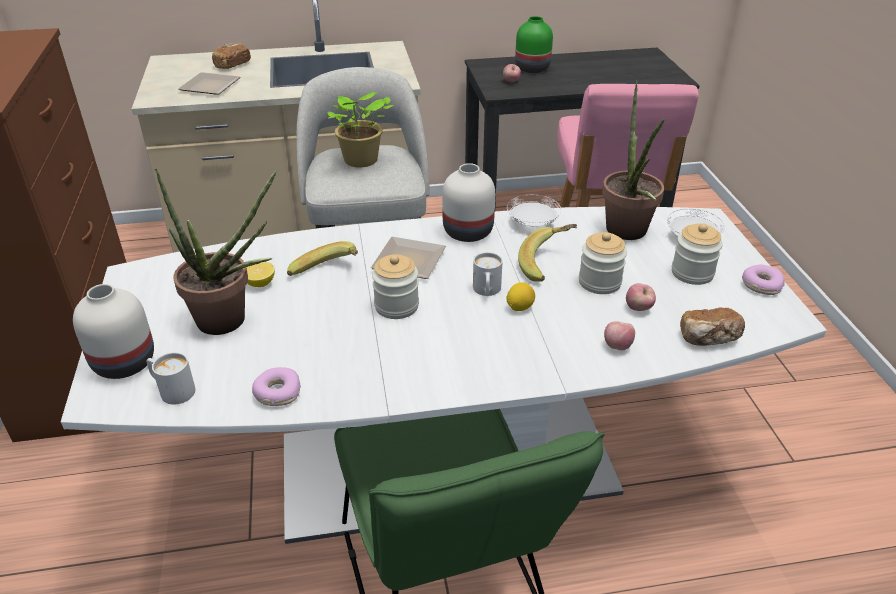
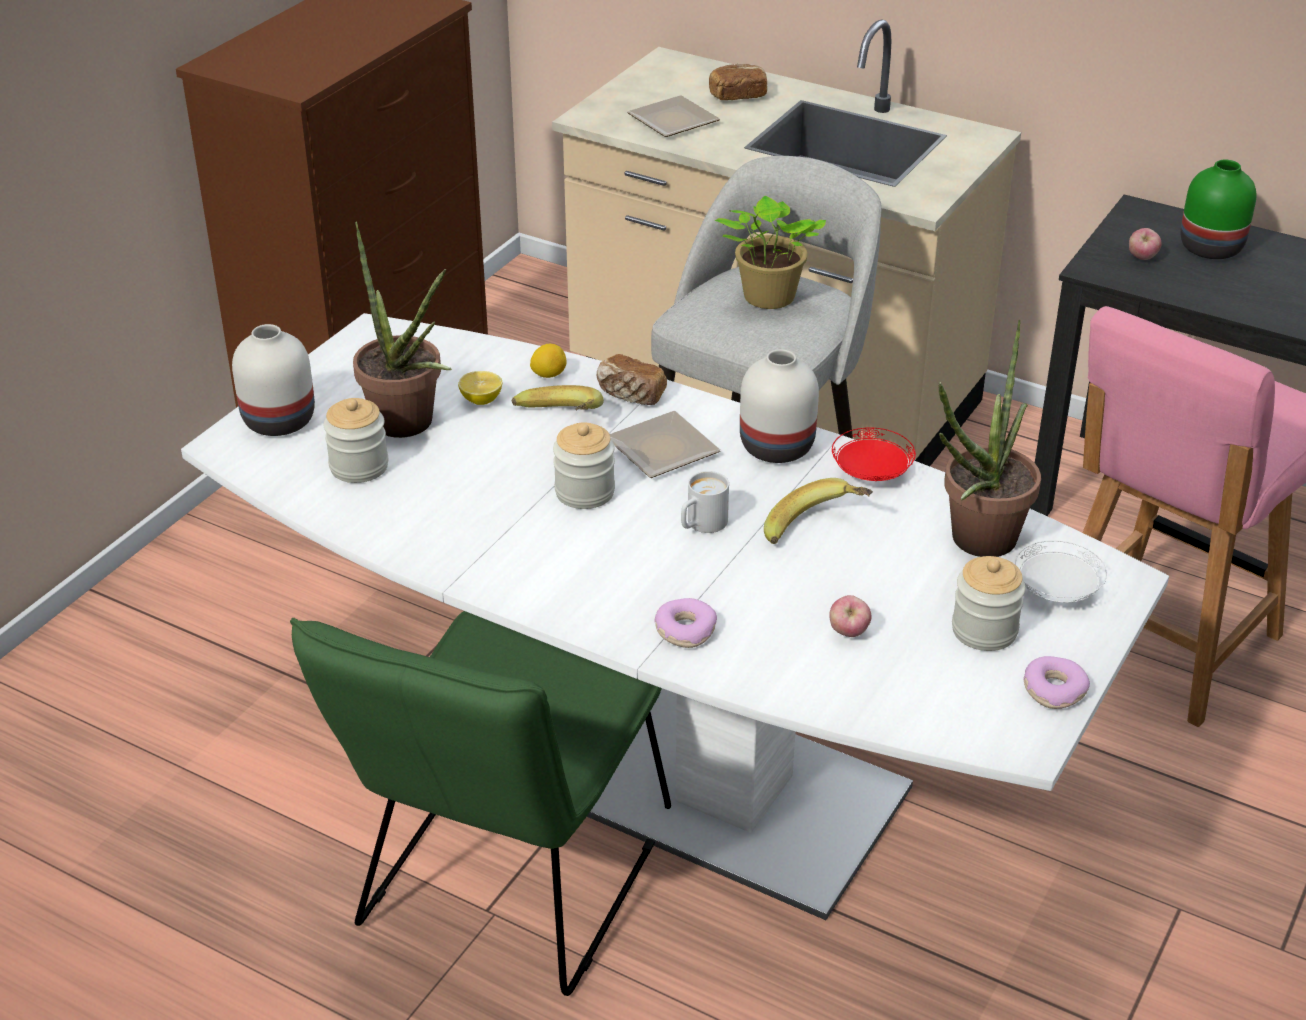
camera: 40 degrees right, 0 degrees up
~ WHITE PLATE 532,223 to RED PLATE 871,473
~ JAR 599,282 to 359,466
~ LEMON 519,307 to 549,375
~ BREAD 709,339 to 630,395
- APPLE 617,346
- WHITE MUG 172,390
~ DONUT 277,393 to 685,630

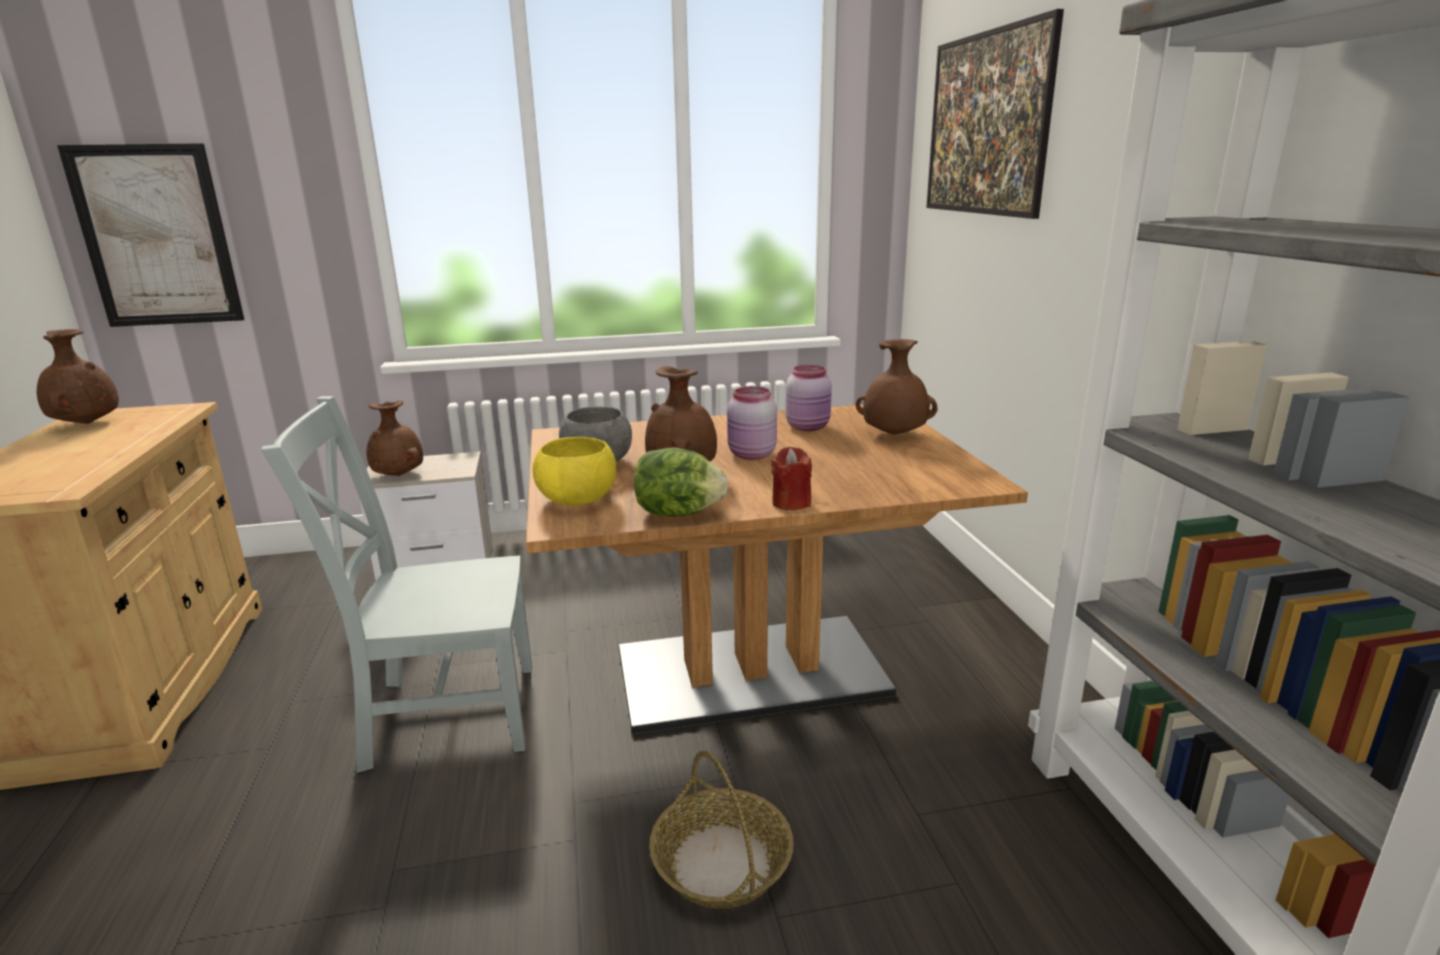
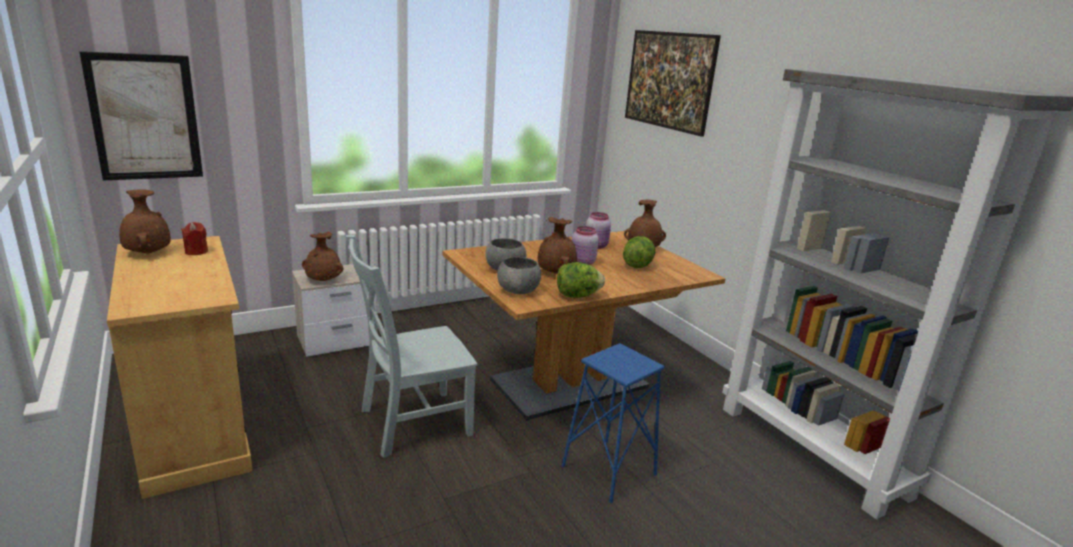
camera: 20 degrees left, 0 degrees up
~ YELLOW BOWL 576,499 to GREY BOWL 517,291
~ RED CANDLE 791,502 to 196,252
~ BASKET 722,863 to BLUE STOOL 609,470
+ LETTUCE 637,265

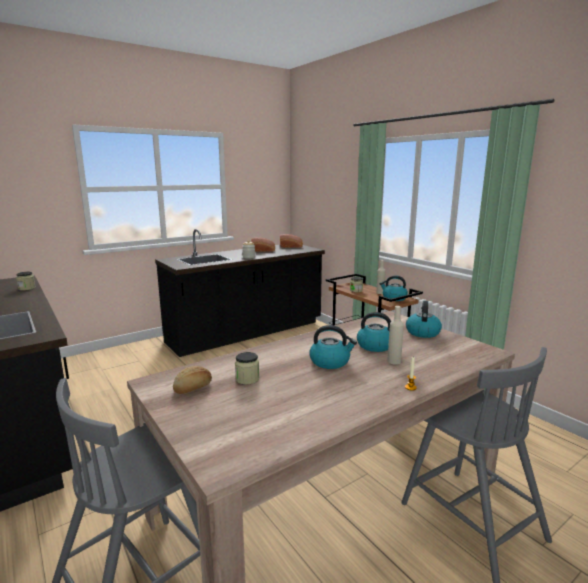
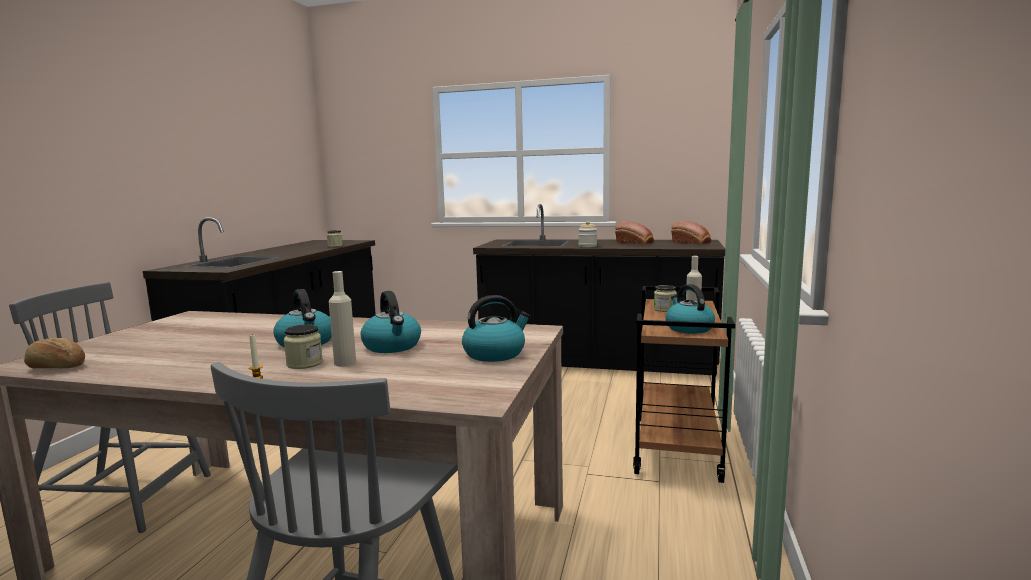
camera: 50 degrees right, 5 degrees down
~ JAR 247,379 to 304,363
~ BREAD 193,388 to 56,368

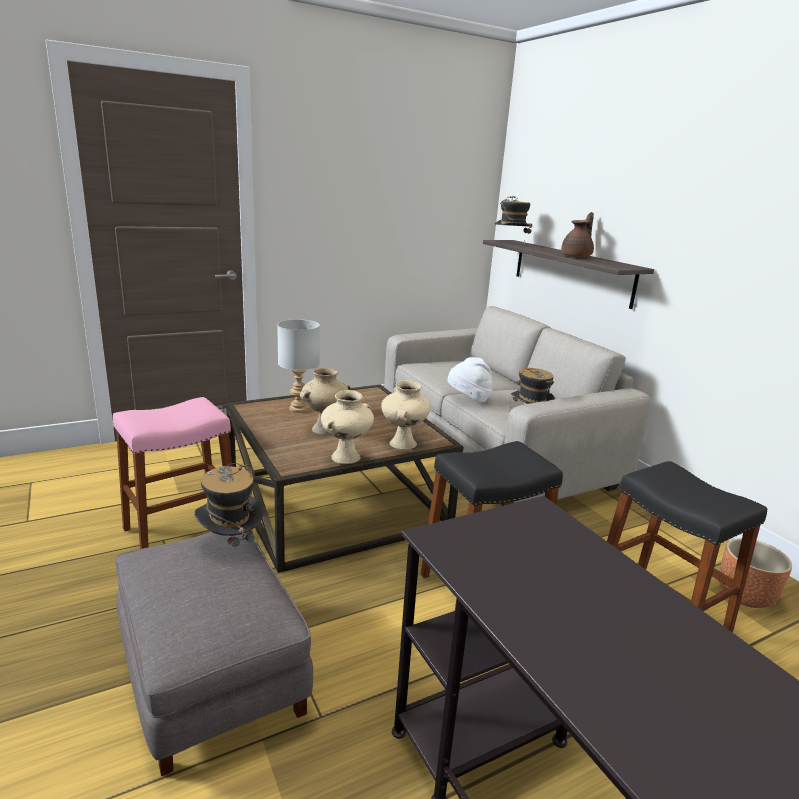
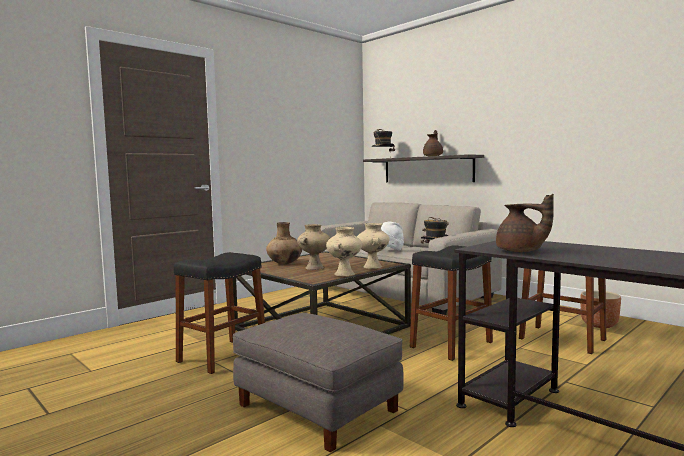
camera: 15 degrees left, 15 degrees down
~ GREY TABLE LAMP 299,408 to BROWN VASE 285,263
~ PINK STOOL 181,530 to BLACK STOOL 222,356
- HAT 231,545
+ BROWN TEAPOT 520,251

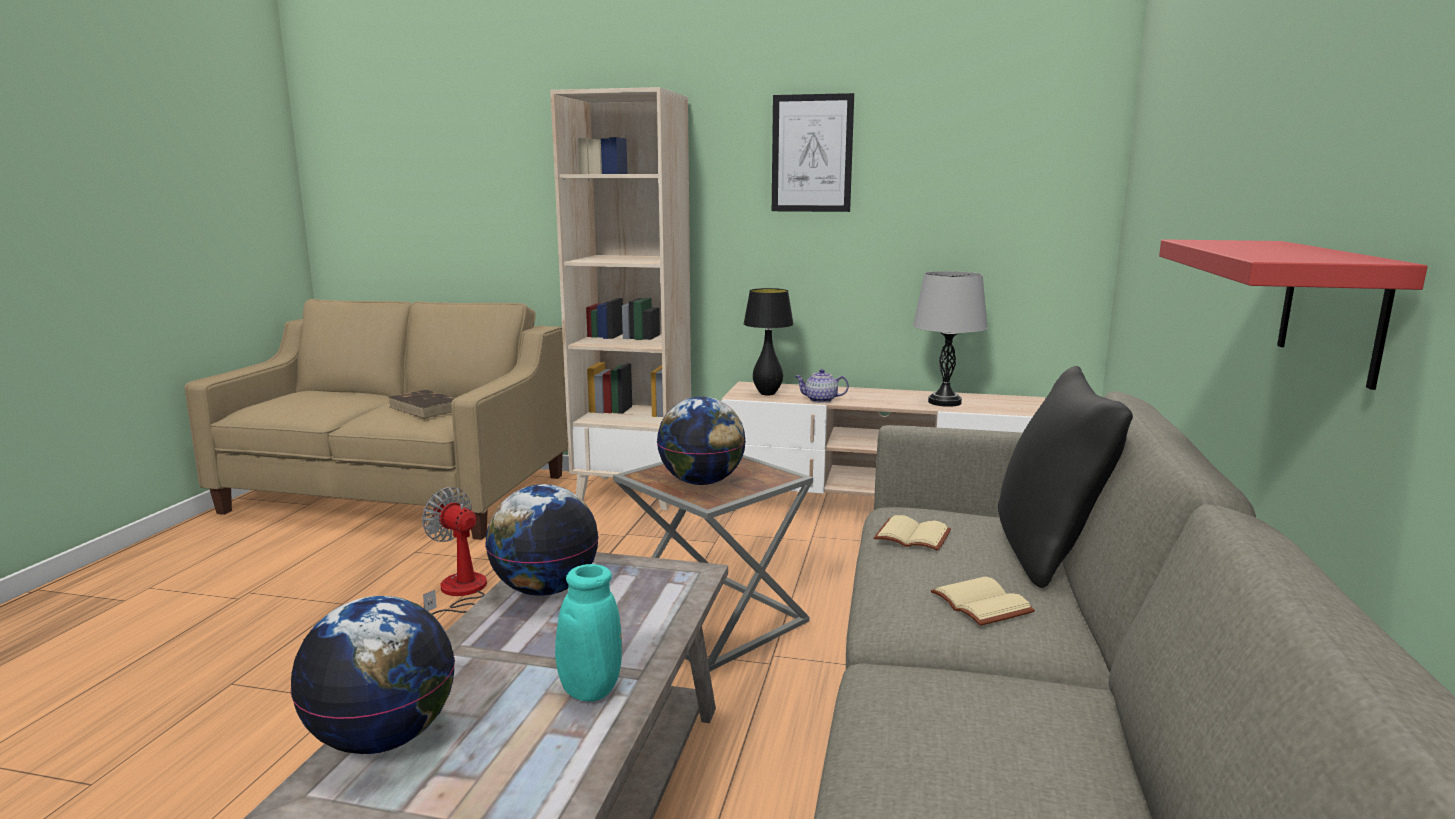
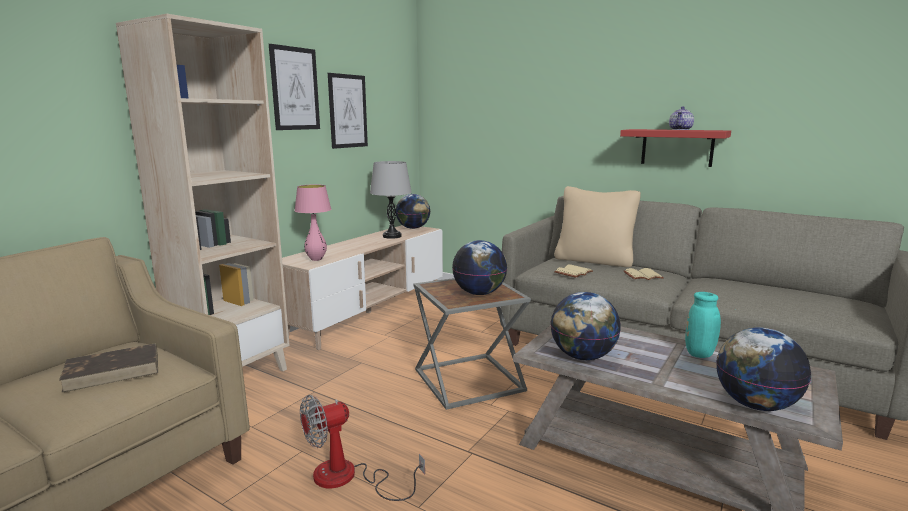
camera: 70 degrees left, 0 degrees up
~ BLACK TABLE LAMP 767,394 to PINK TABLE LAMP 316,259
~ BLACK PILLOW 1047,551 to BEIGE PILLOW 594,260
~ TEAPOT 821,400 to 680,129
+ PICTURE 348,111
+ GLOBE 413,228

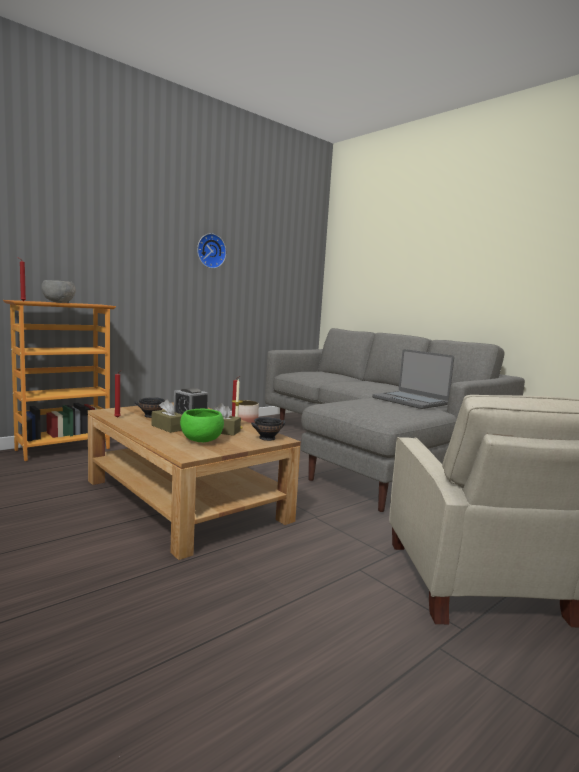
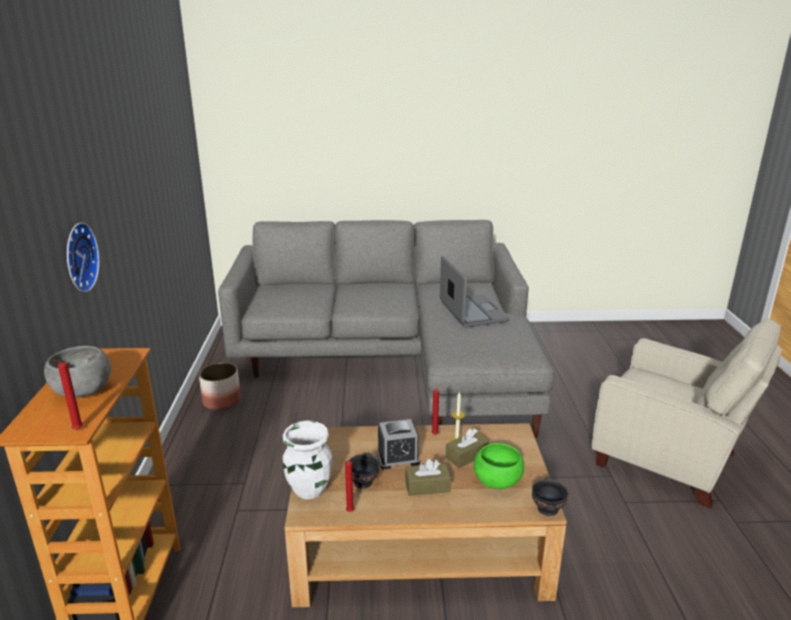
camera: 50 degrees left, 15 degrees up
~ WALL CLOCK 210,251 to 77,257
~ LAPTOP 410,401 = 472,312 105 degrees counterclockwise
~ BLACK BOWL 268,438 to 548,509
+ WHITE VASE 308,490

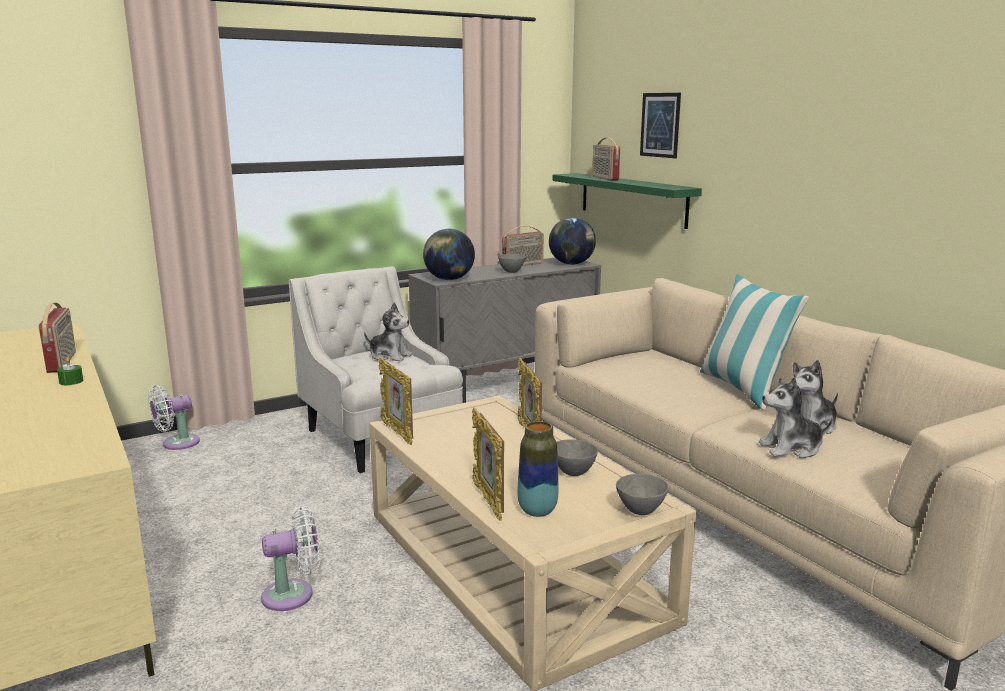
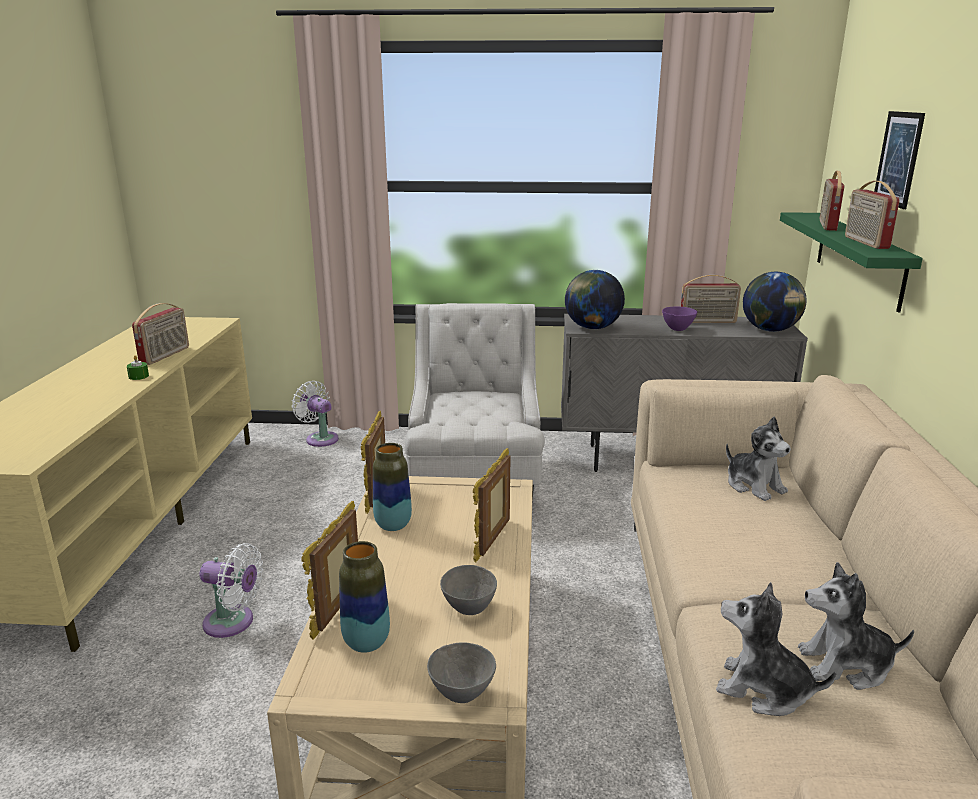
camera: 35 degrees right, 5 degrees up
~ GREY BOWL 511,272 to PURPLE BOWL 678,329
- PILLOW 743,389
~ PLUSH TOY 389,356 to 754,486
~ WHITE FAN 177,443 = 320,438 45 degrees clockwise
+ RADIO 865,242
+ VASE 393,525

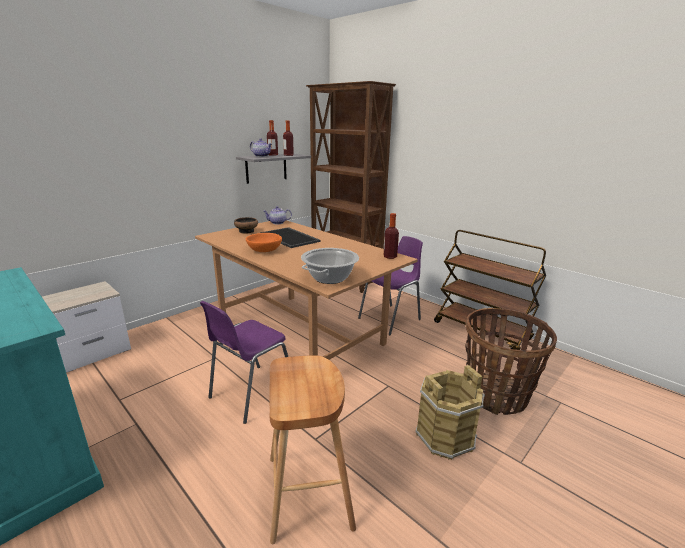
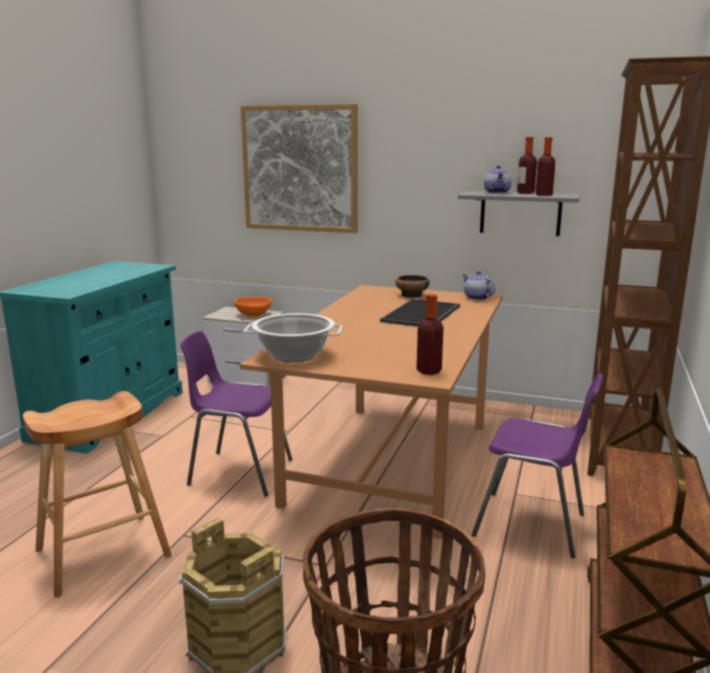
camera: 65 degrees right, 5 degrees down
~ ORANGE BOWL 265,250 to 253,315
+ PICTURE 300,169

